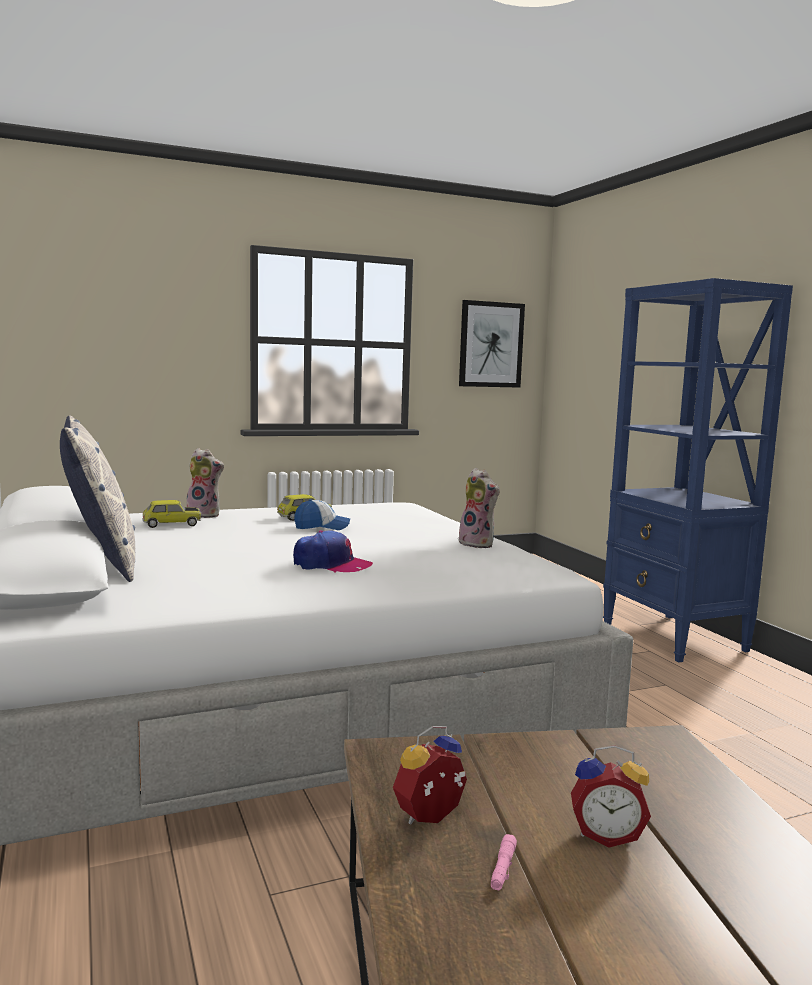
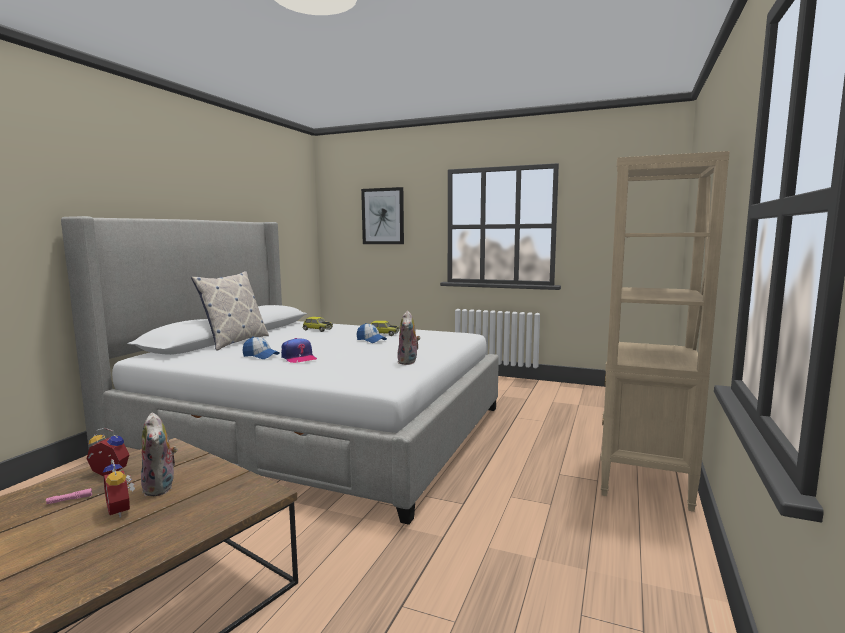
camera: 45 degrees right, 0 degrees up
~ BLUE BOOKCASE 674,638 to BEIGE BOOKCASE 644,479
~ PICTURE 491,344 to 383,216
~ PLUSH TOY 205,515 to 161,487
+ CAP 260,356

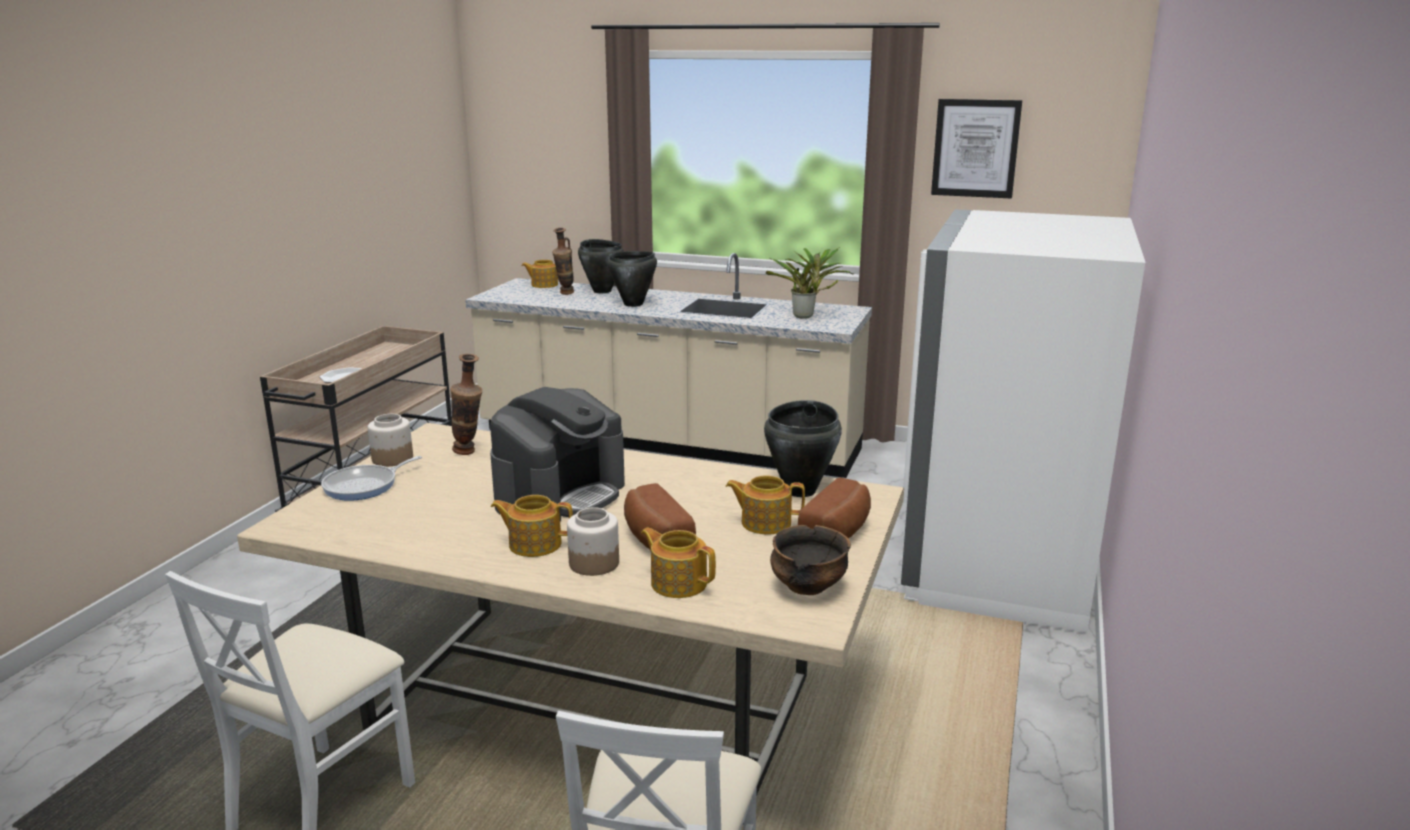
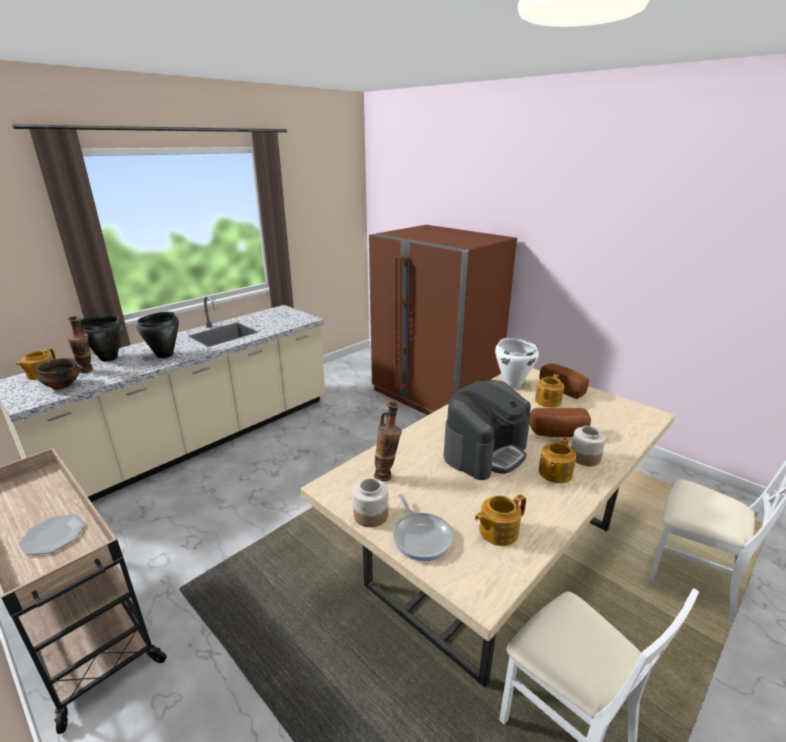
camera: 65 degrees left, 5 degrees up
- PICTURE 975,148
~ WHITE FRIDGE 997,563 to BROWN FRIDGE 434,395
- POTTED PLANT 806,317
~ COFFEE MACHINE 560,495 = 485,451 75 degrees clockwise
~ BLACK COOKING POT 801,490 to WHITE COOKING POT 512,384
~ BOWL 807,587 to 62,386
~ TEAPOT 678,583 to 497,531

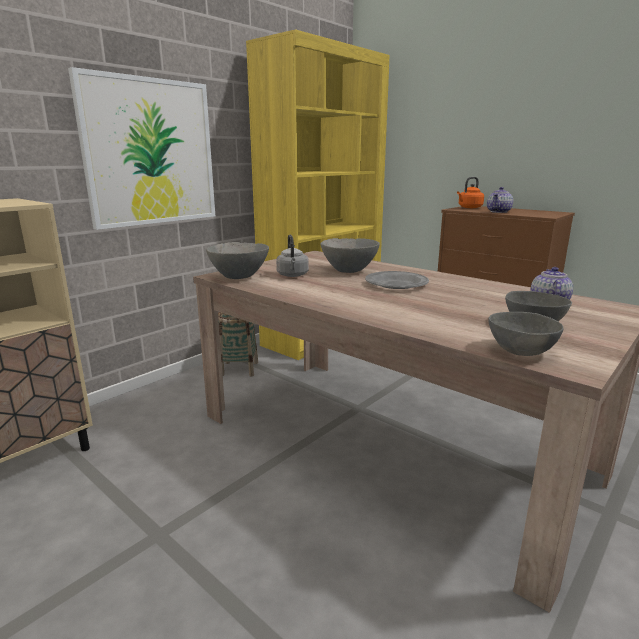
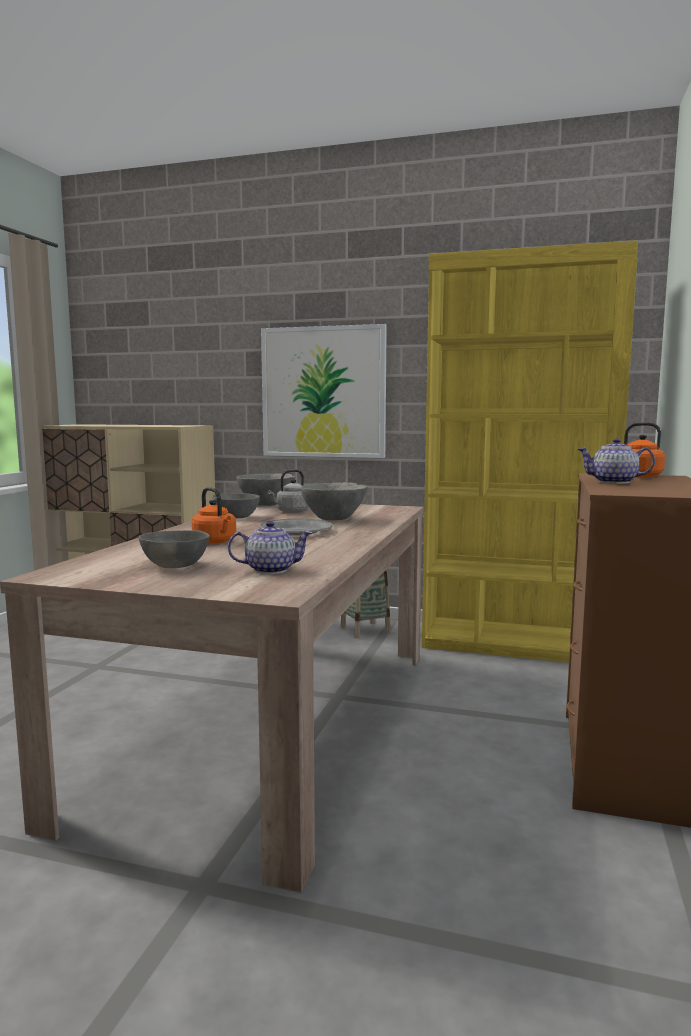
camera: 65 degrees right, 10 degrees down
~ GREY BOWL 519,351 to 236,517
+ ORANGE KETTLE 215,542

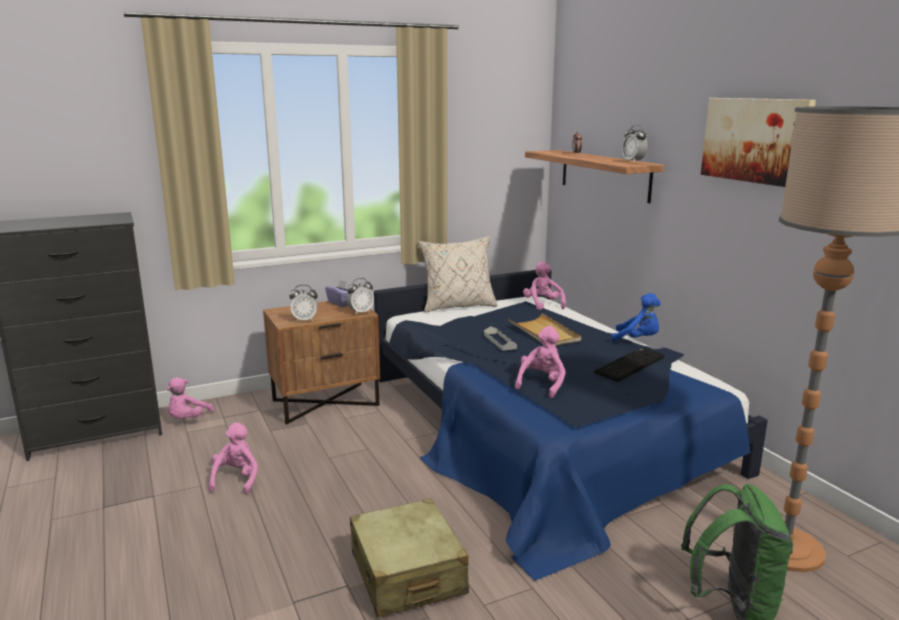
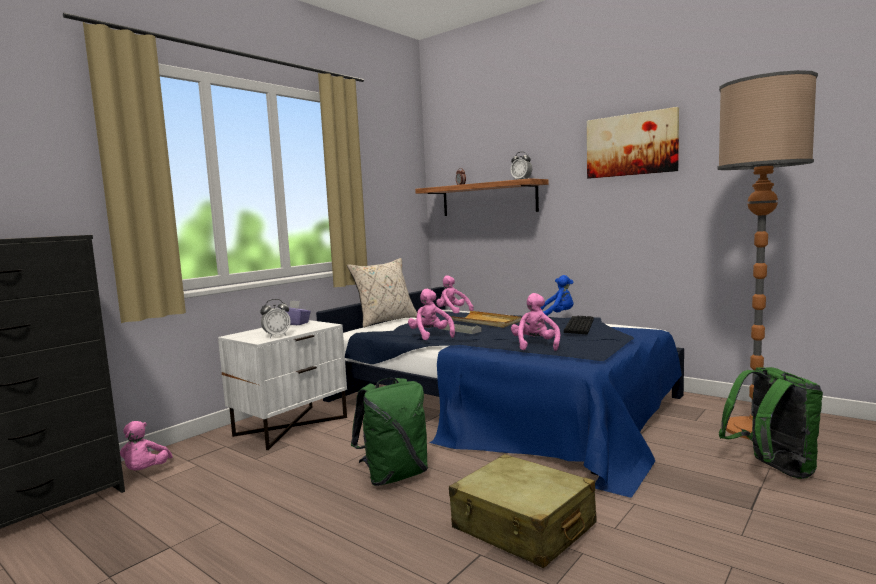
camera: 25 degrees left, 10 degrees down
- ALARM CLOCK 360,312
~ BROWN NIGHTSTAND 325,402 to WHITE NIGHTSTAND 291,426
~ PINK PLUSH TOY 236,479 to 431,336
+ GREEN BACKPACK 394,476

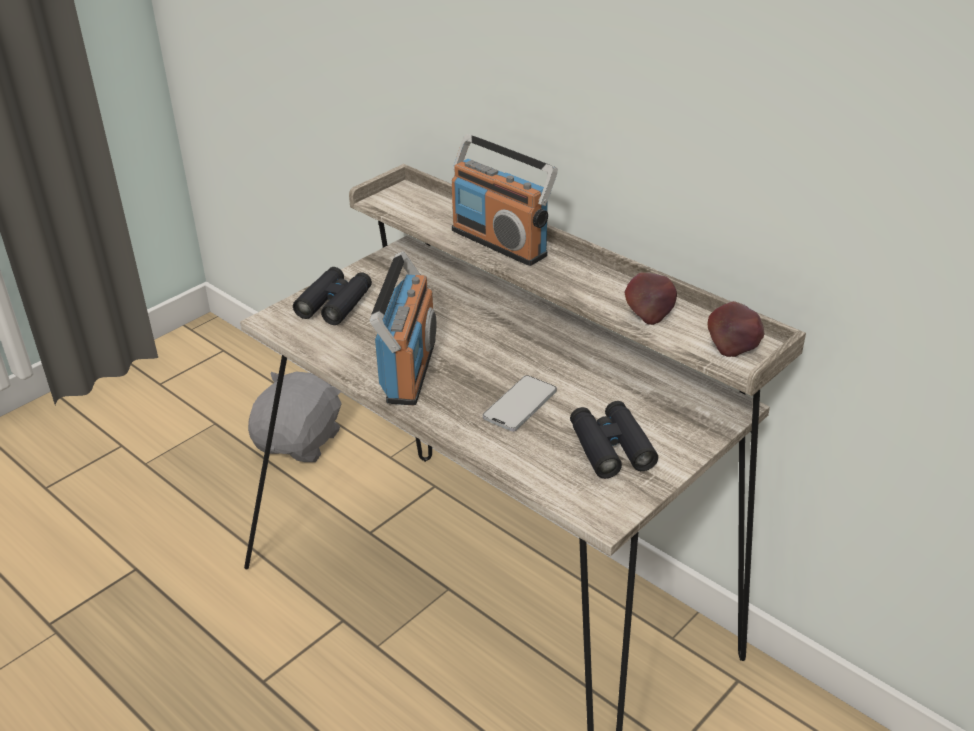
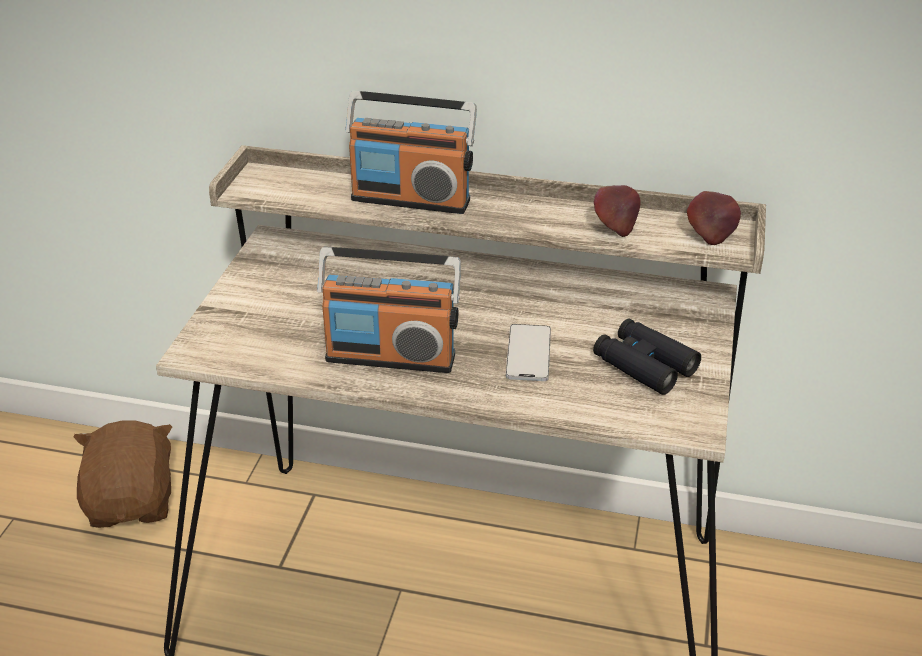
camera: 30 degrees left, 0 degrees up
~ RADIO 409,370 = 391,356 120 degrees clockwise
- BLACK BINOCULARS 335,303
~ GREY PLUSH TOY 300,442 to BROWN PLUSH TOY 133,502

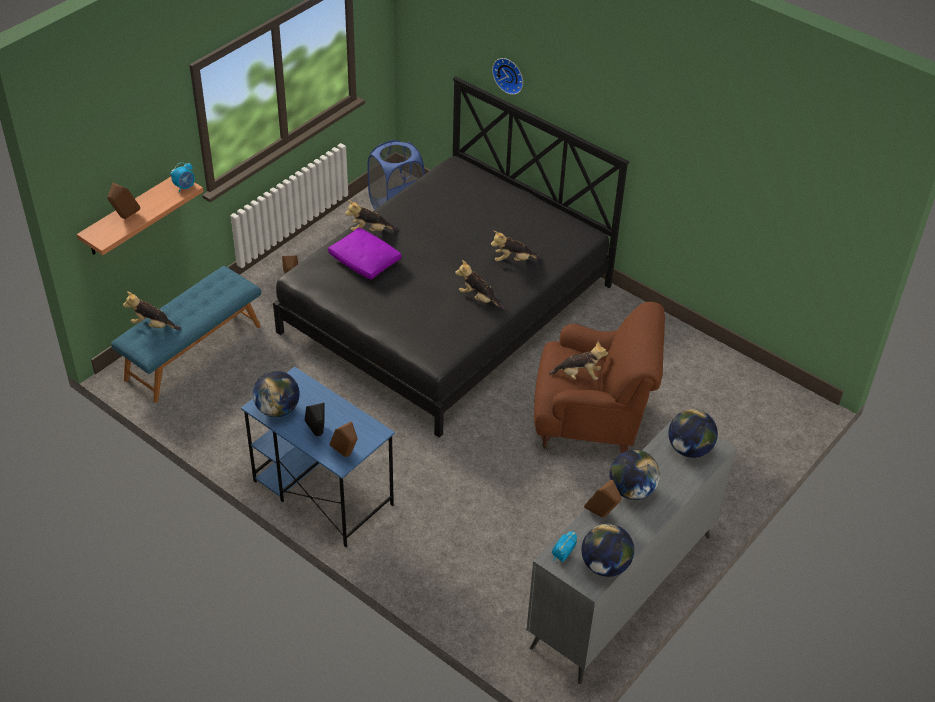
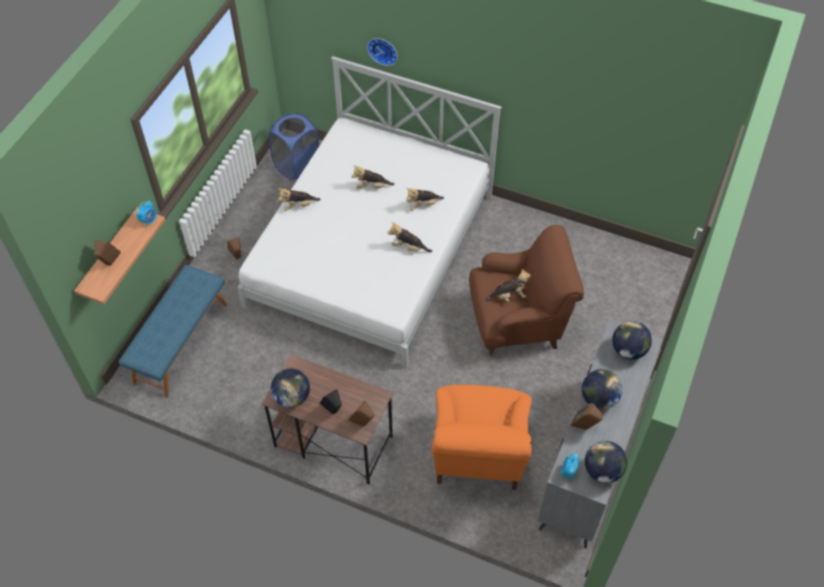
camera: 15 degrees left, 10 degrees up
~ BLACK BED 446,308 to WHITE BED 370,250
- PURPLE PILLOW 365,261
~ PLUSH TOY 153,325 to 372,186
~ BLUE DESK 322,492 to BROWN DESK 332,441
+ ORANGE ARMCHAIR 478,455

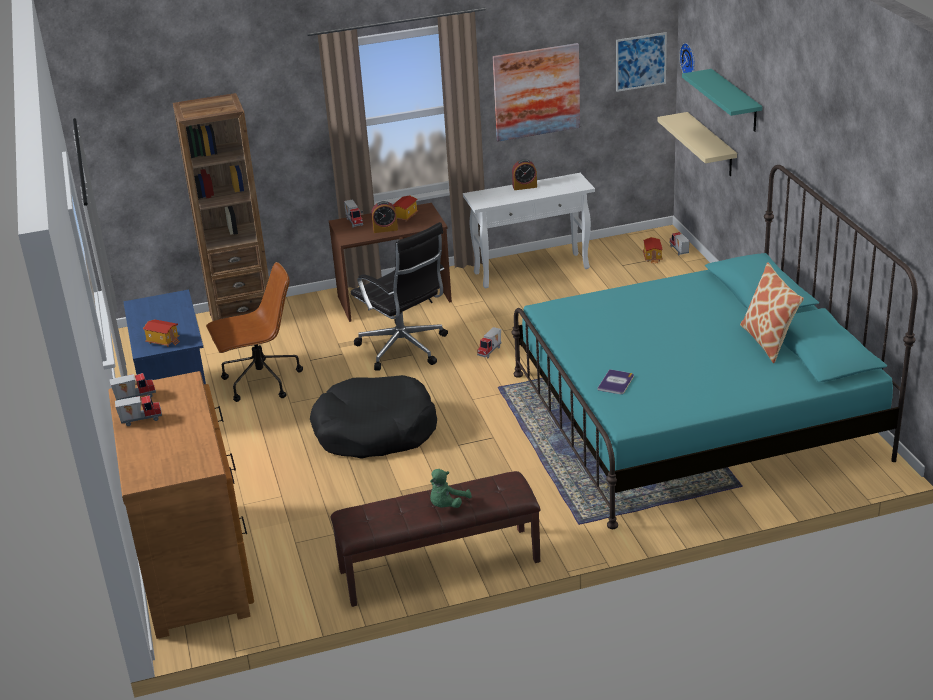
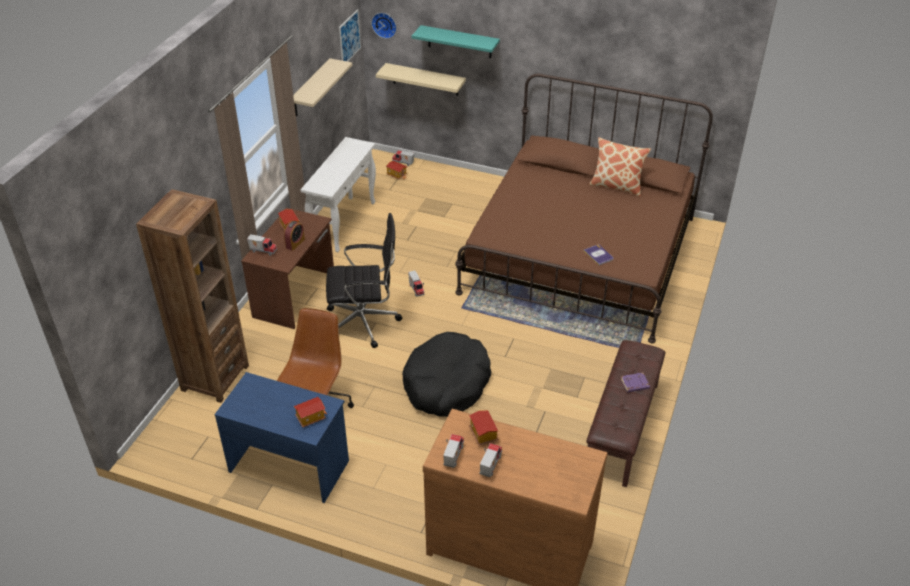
camera: 55 degrees left, 10 degrees up
~ PICTURE 536,91 to BEIGE SHELF 311,88
- ALARM CLOCK 524,186
~ TURQUOISE BED 695,415 to BROWN BED 580,255
~ GREEN PLUSH TOY 447,505 to PURPLE BOOK 634,384
+ TOY HOUSE 482,434

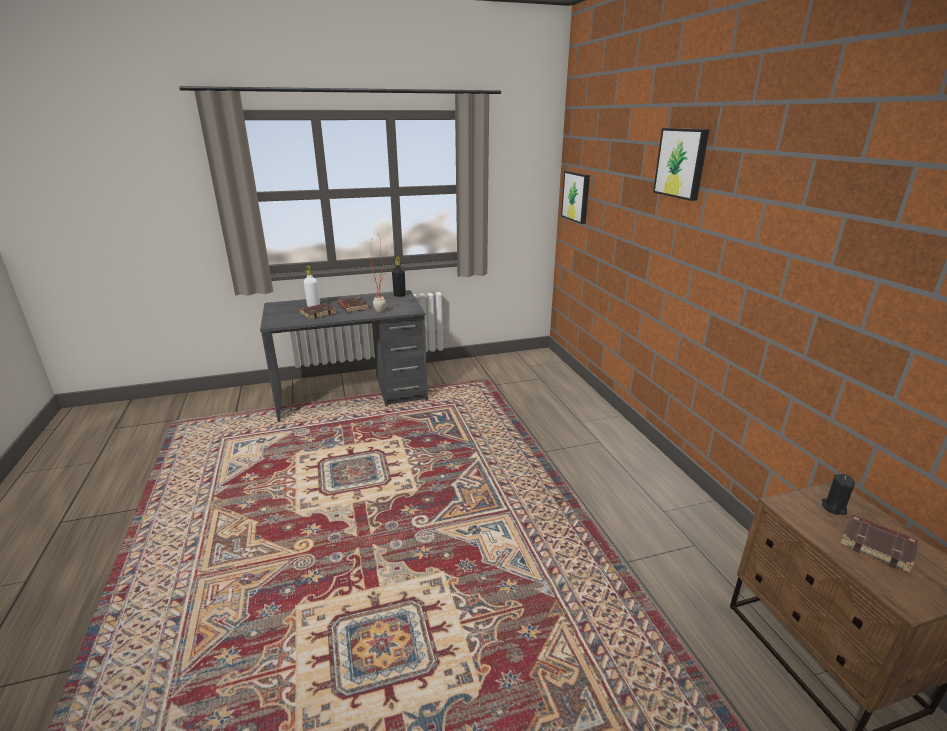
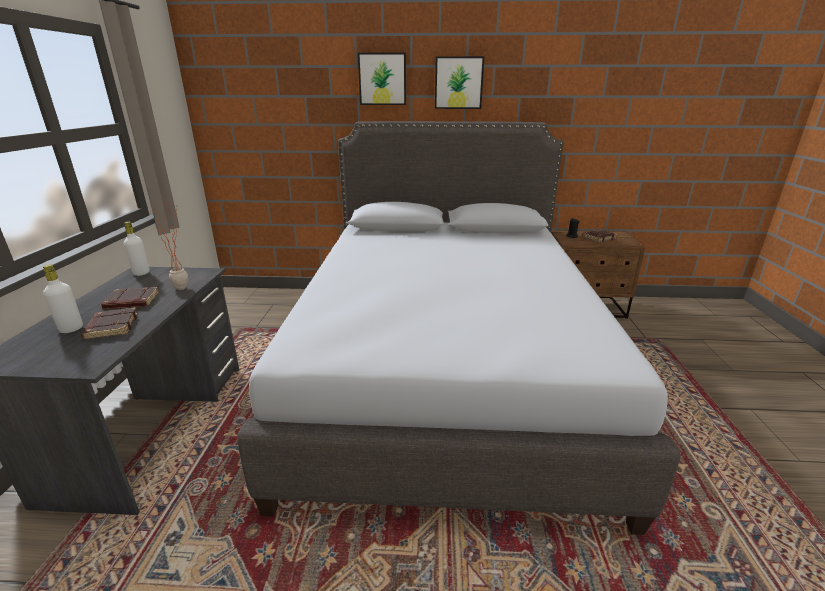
camera: 70 degrees left, 0 degrees up
~ PICTURE 577,196 to 458,83
~ BLACK BOTTLE 399,295 to WHITE BOTTLE 141,273
+ GREY BED 444,369

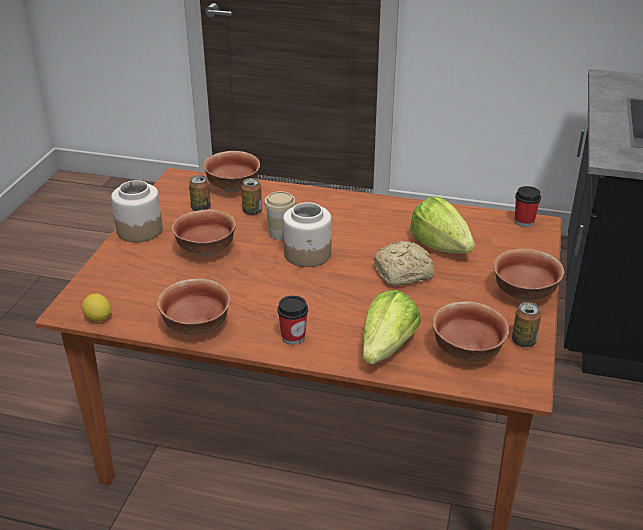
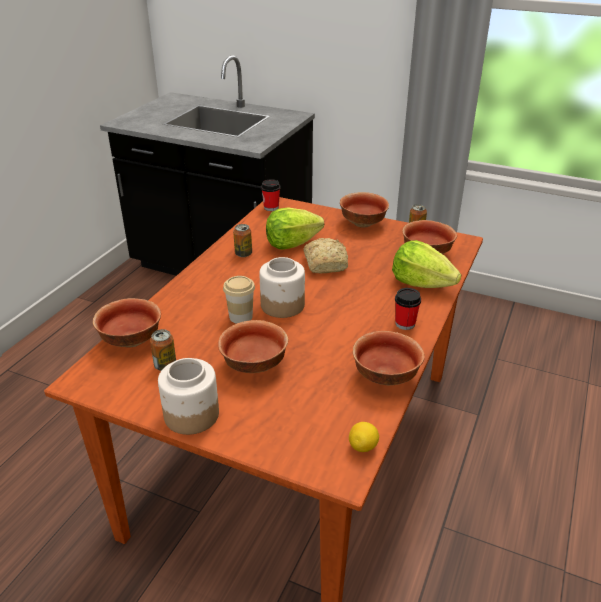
camera: 80 degrees left, 0 degrees up
~ CAN 252,211 to 243,254

